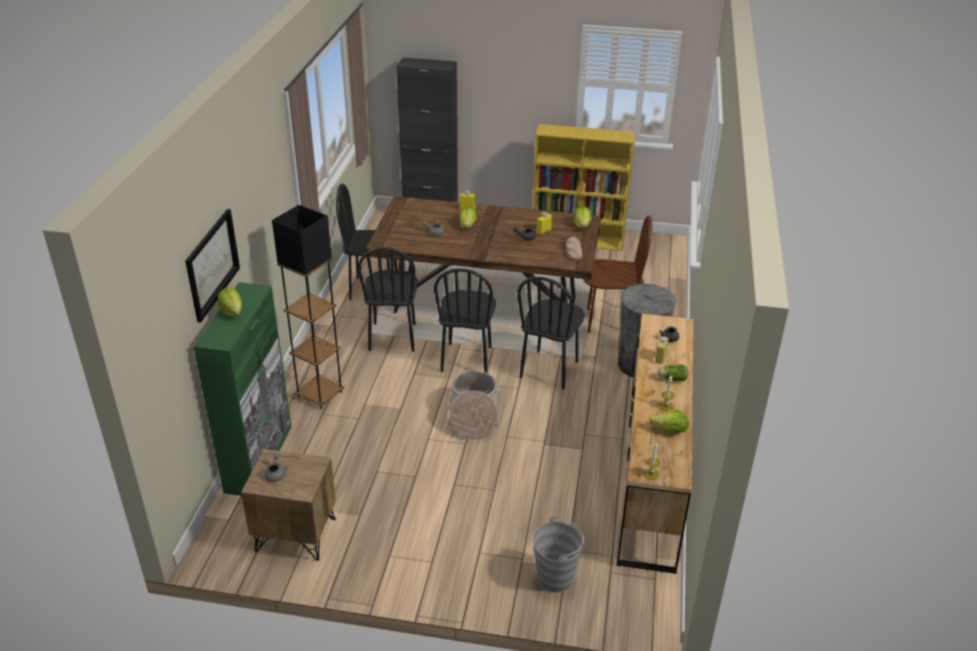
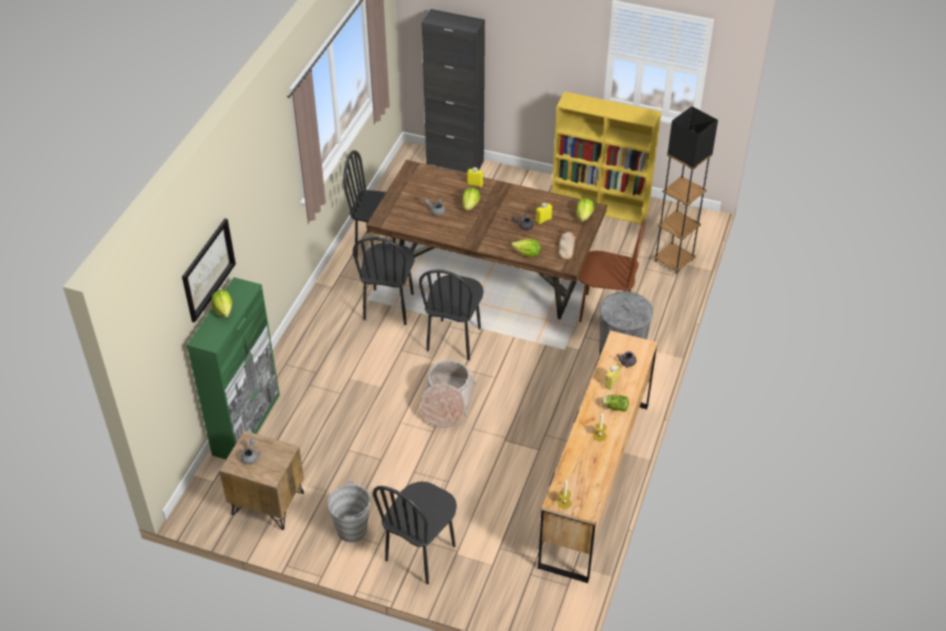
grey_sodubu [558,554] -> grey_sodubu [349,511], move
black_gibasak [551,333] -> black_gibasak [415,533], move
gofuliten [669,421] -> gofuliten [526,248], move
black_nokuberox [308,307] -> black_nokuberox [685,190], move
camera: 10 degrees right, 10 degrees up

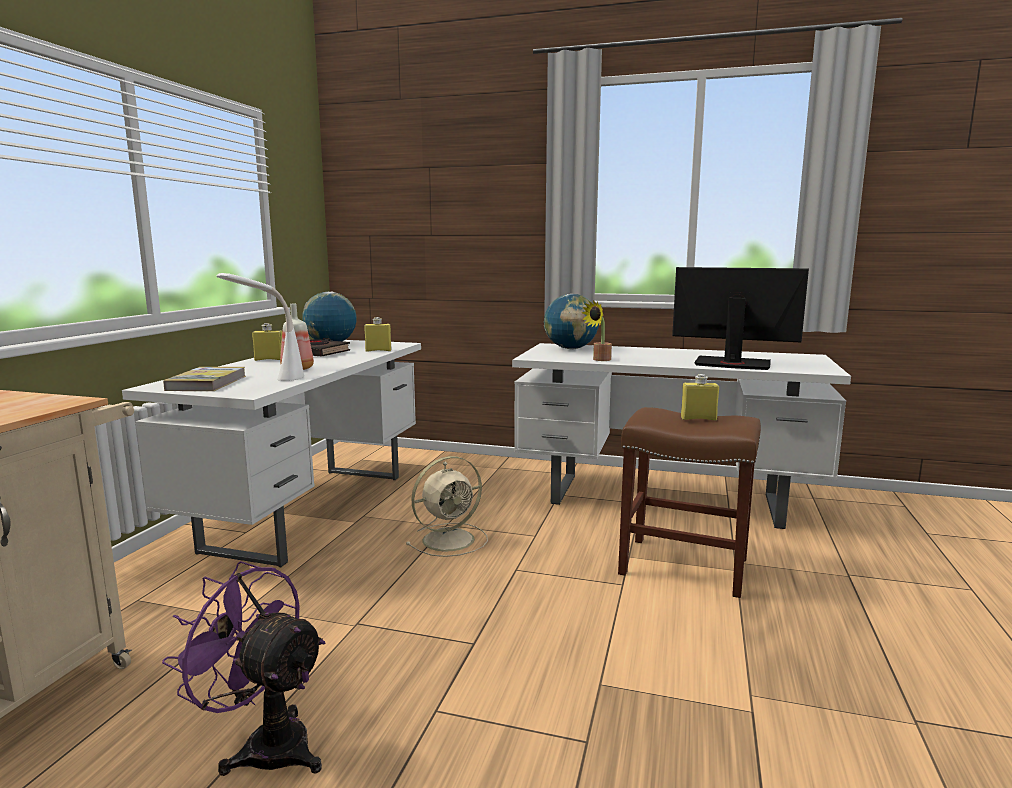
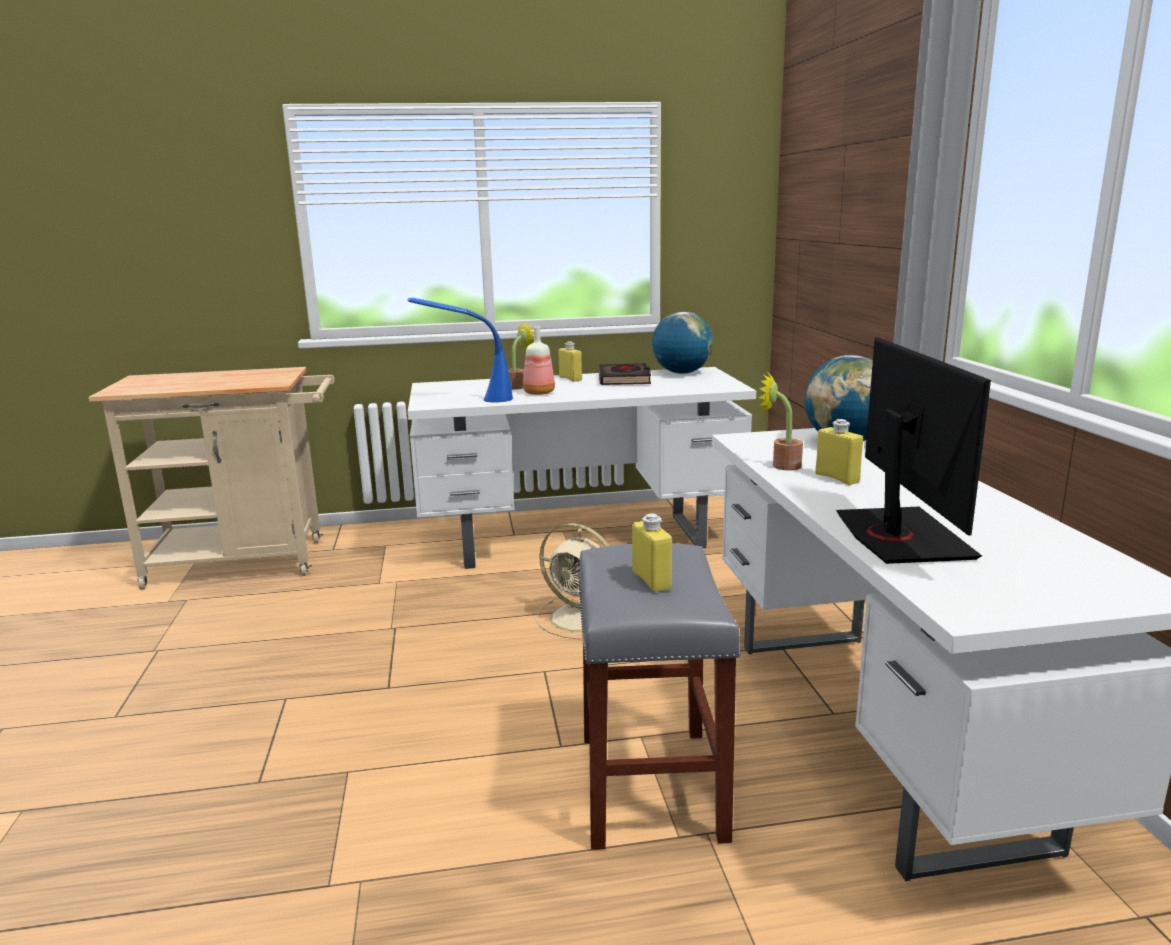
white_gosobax [260,327] -> blue_gosobax [460,350]
none -> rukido [521,355]
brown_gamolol [689,502] -> grey_gamolol [659,696]
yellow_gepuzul [377,334] -> yellow_gepuzul [839,452], move
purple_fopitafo [244,668] -> none
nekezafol [204,379] -> none
camera: 65 degrees right, 5 degrees up

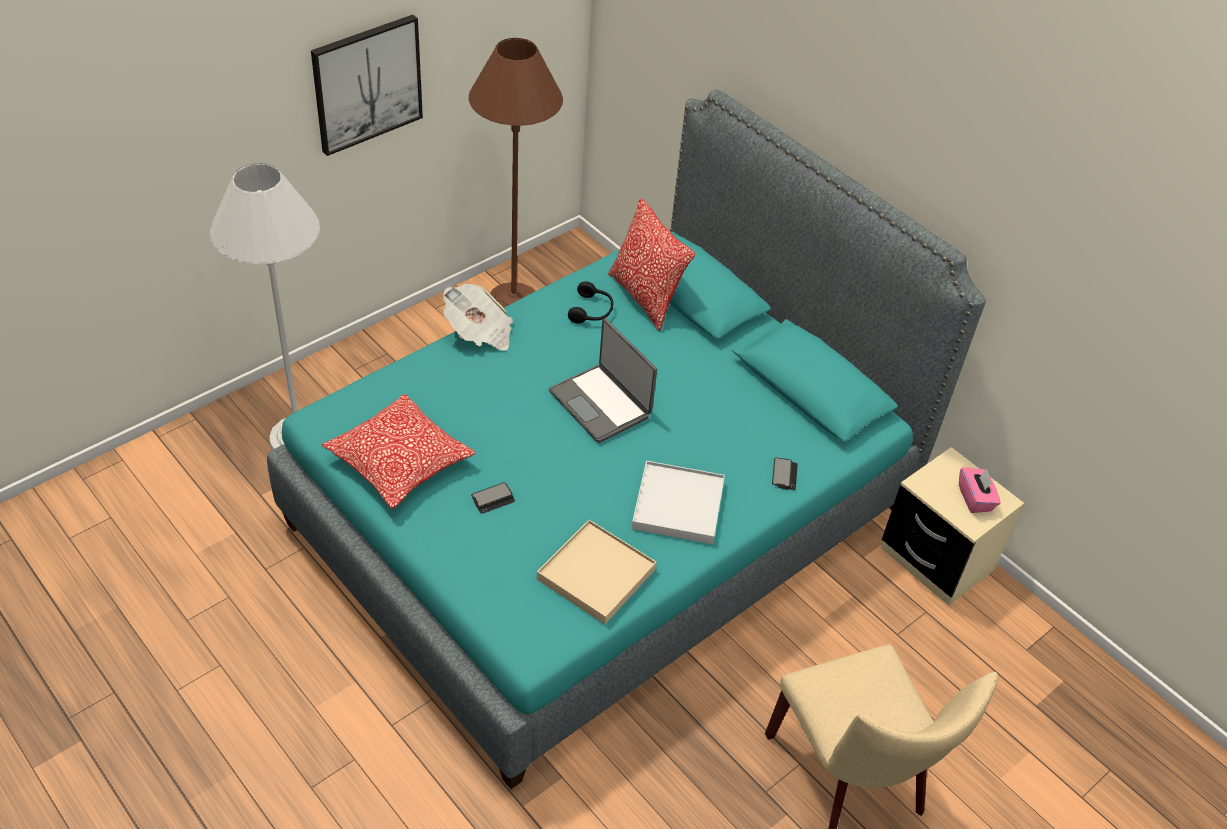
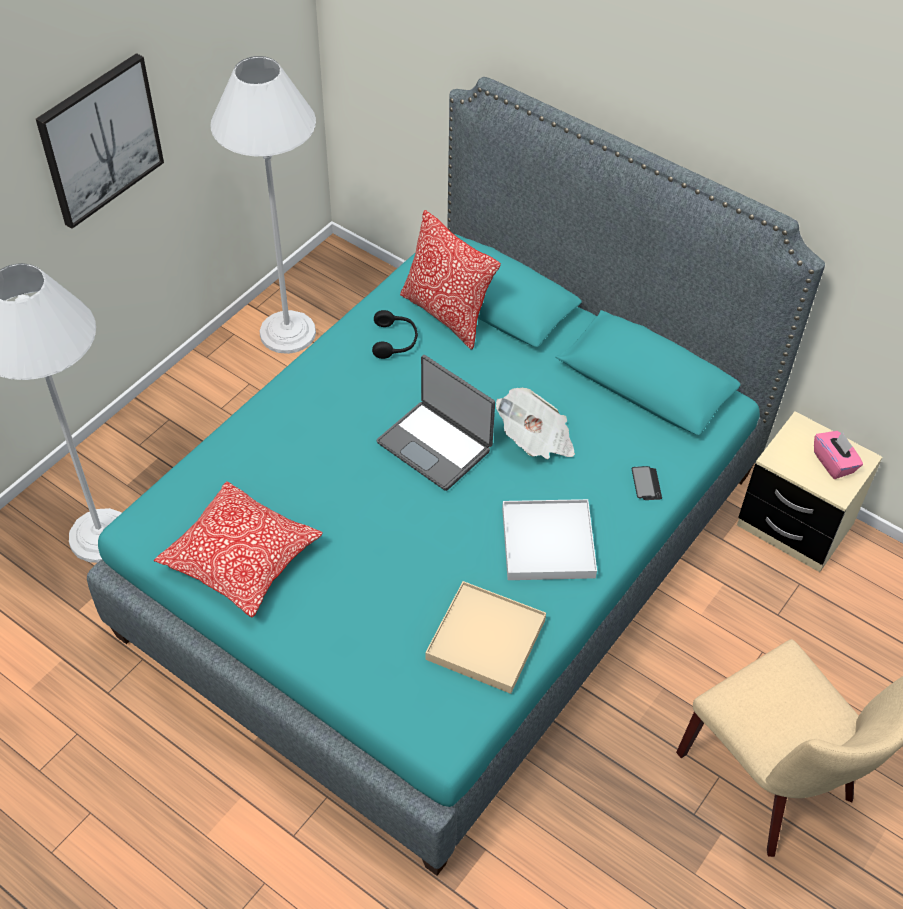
brown_nokuberox [515,173] -> white_nokuberox [263,205]
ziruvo [478,317] -> ziruvo [535,423], move
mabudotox [493,498] -> none
camera: 10 degrees left, 5 degrees up

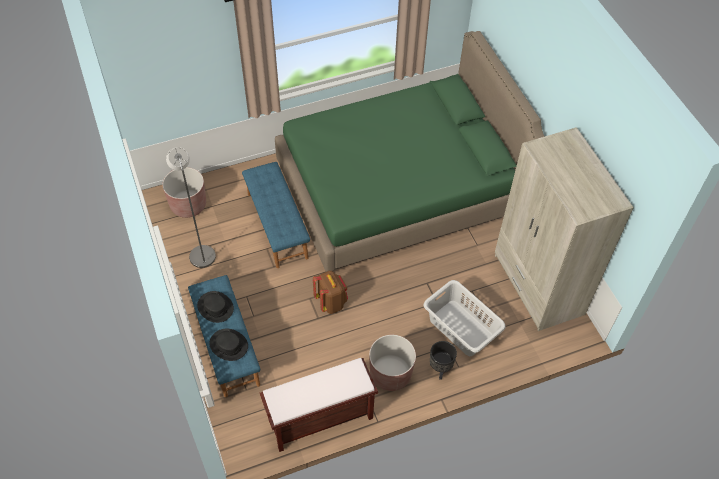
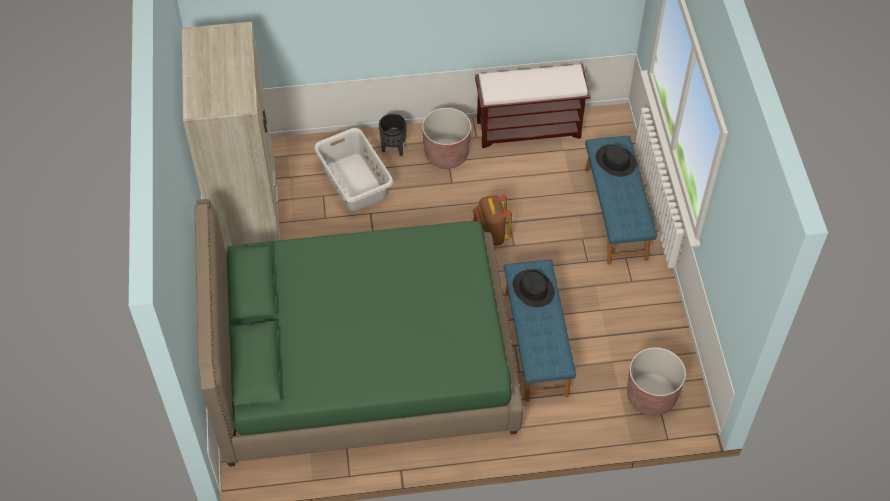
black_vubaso [215,307] -> black_vubaso [533,288], move
grey_nokuberox [191,207] -> none
camera: 165 degrees left, 0 degrees up

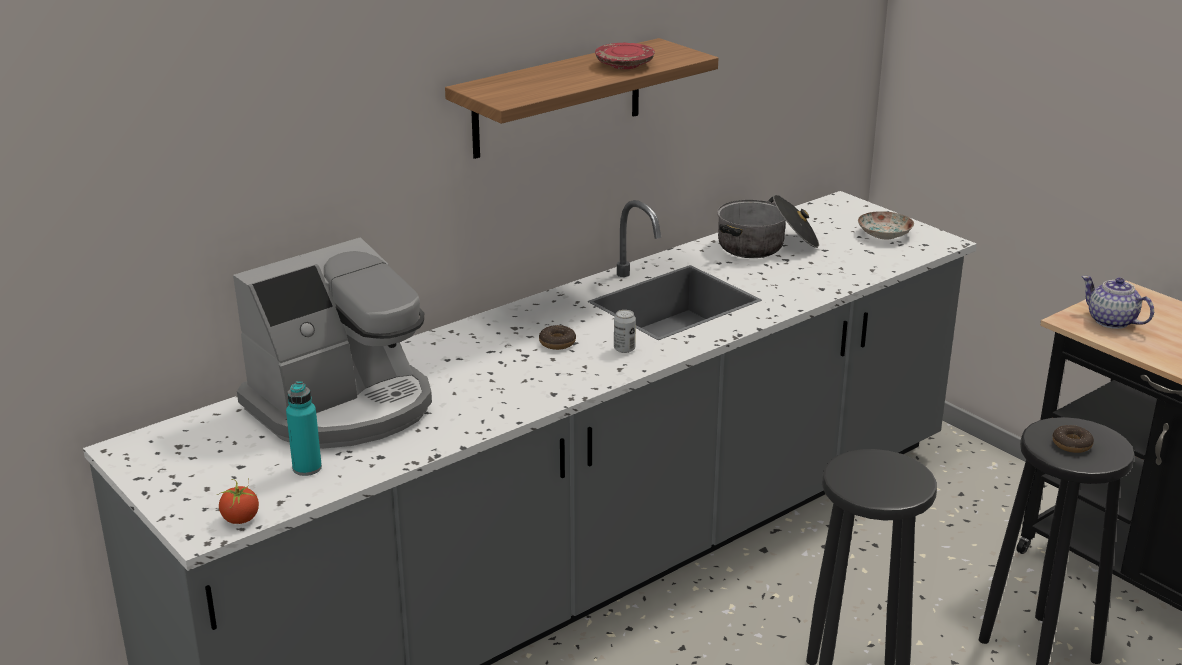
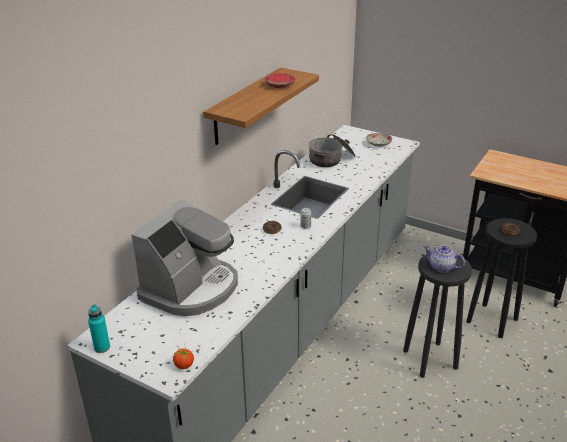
turquoise_gepuzul [304,428] -> turquoise_gepuzul [99,328], move
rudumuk [1118,302] -> rudumuk [444,259], move
camera: 20 degrees left, 5 degrees up

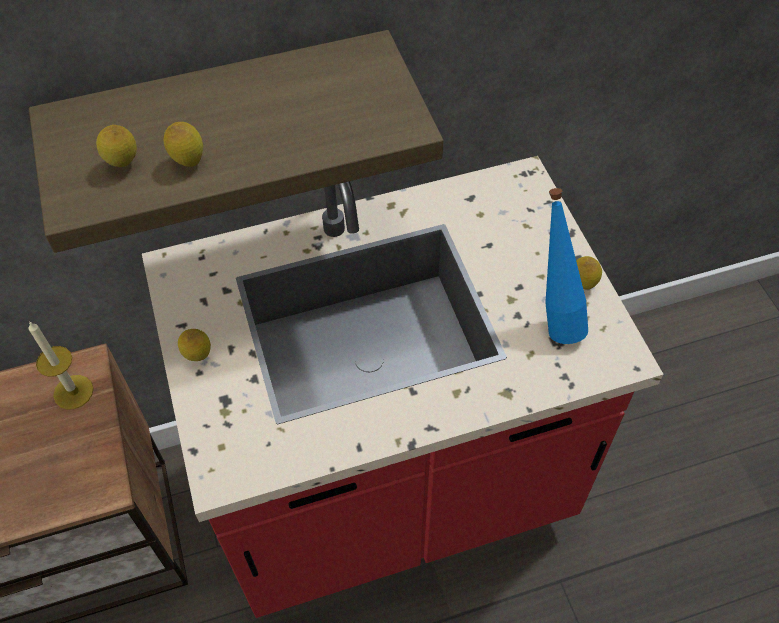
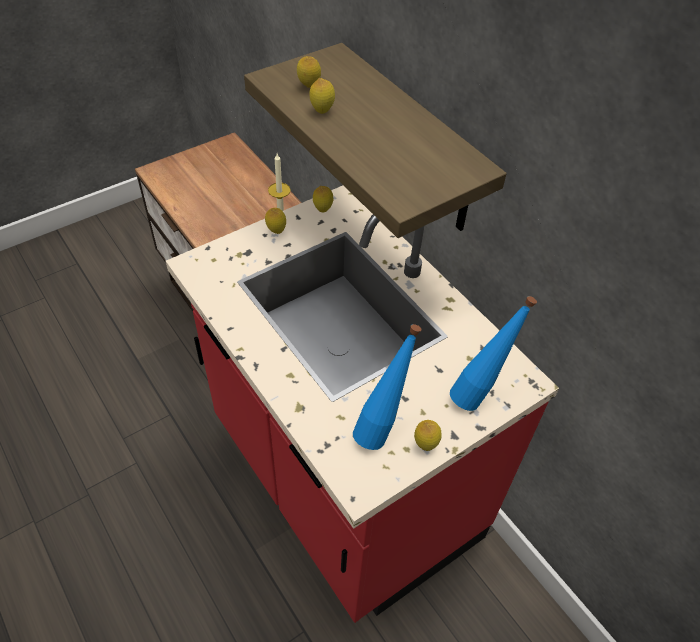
none -> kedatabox [323,199]
none -> blue_gepuzul [493,353]
camera: 70 degrees right, 5 degrees down

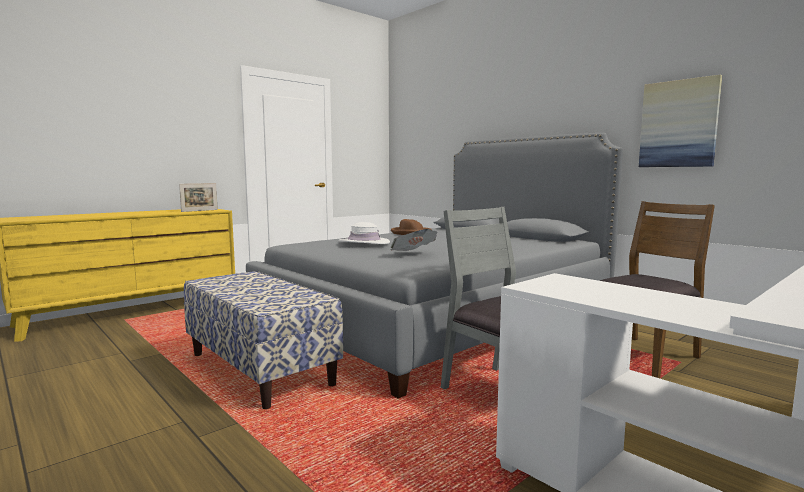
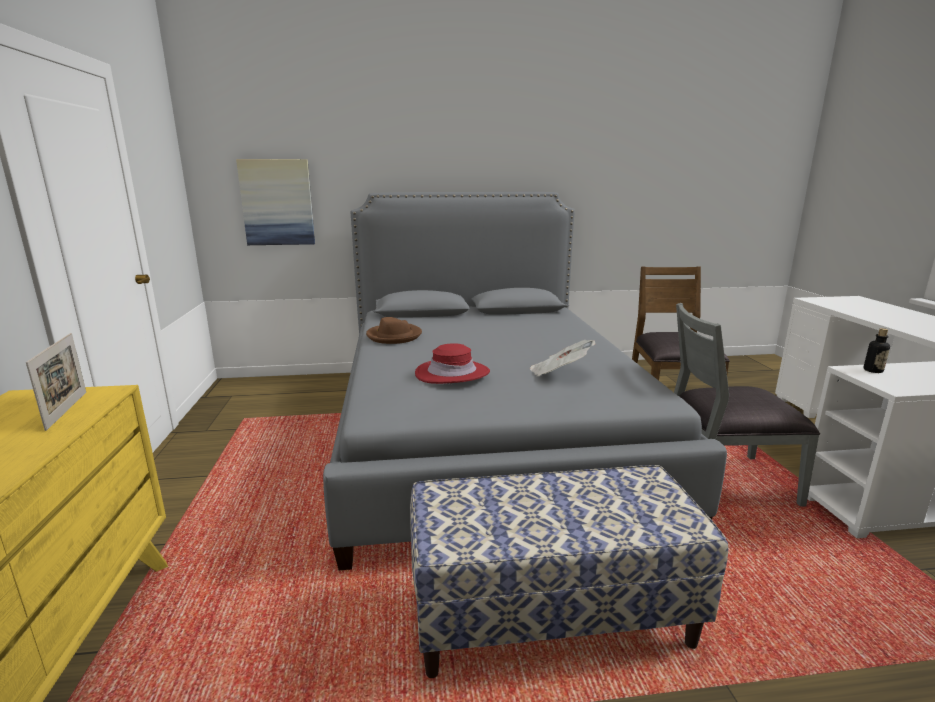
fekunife [680,121] -> fekunife [275,202], move
white_vubaso [364,233] -> red_vubaso [452,363]
none -> gepuzul [876,350]
camera: 55 degrees left, 10 degrees up

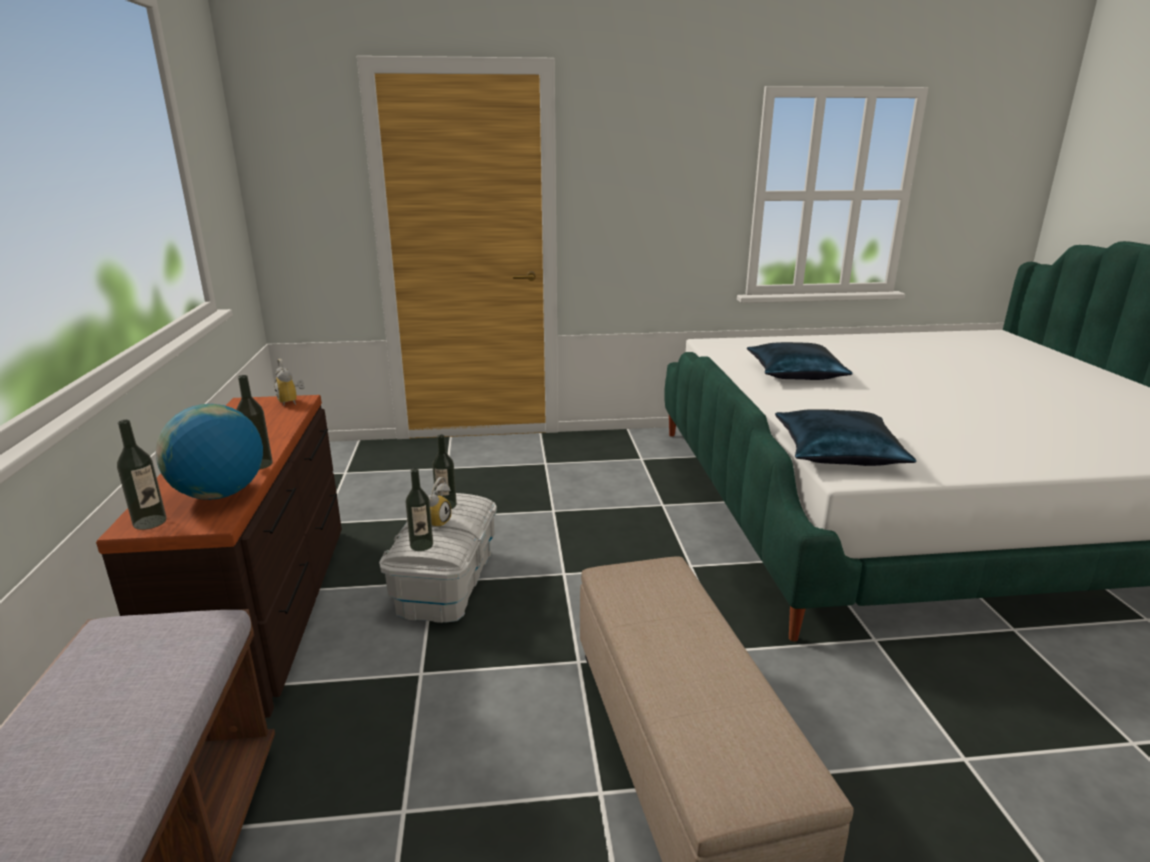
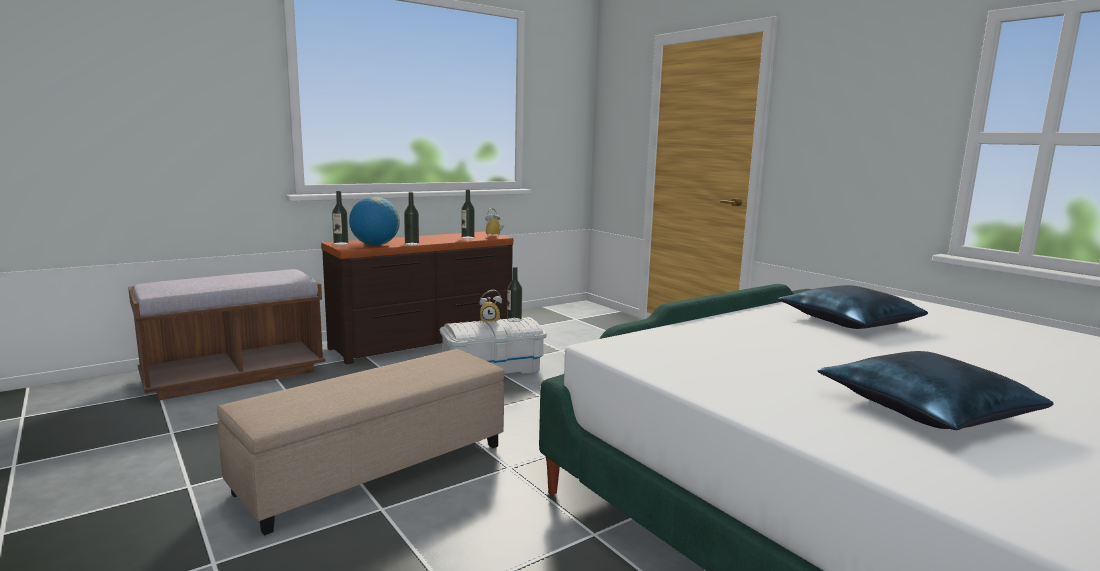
gepuzul [419,509] -> gepuzul [468,214], move
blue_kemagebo [845,437] -> blue_kemagebo [936,390], move
camera: 60 degrees right, 10 degrees down

